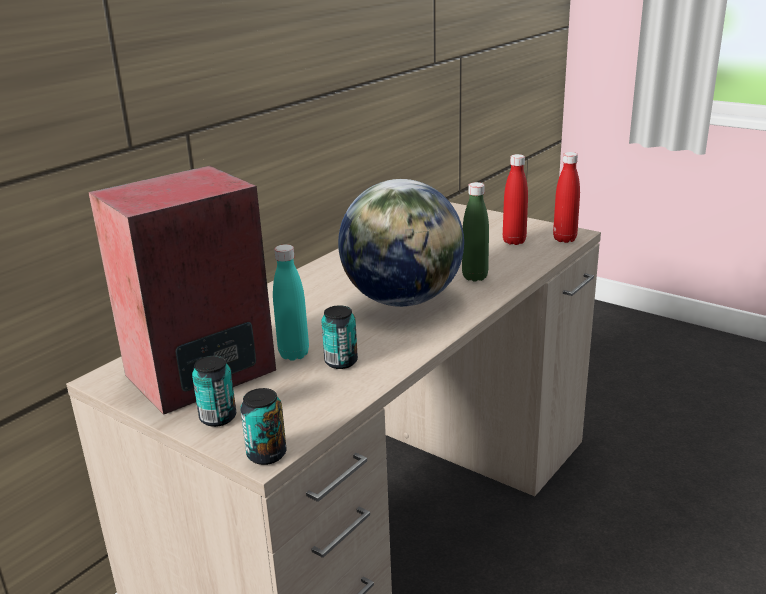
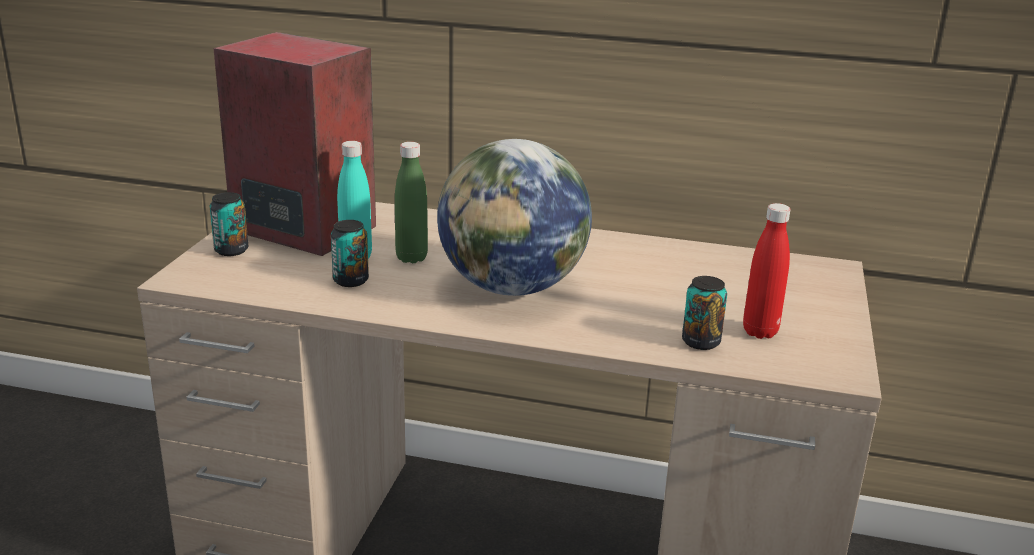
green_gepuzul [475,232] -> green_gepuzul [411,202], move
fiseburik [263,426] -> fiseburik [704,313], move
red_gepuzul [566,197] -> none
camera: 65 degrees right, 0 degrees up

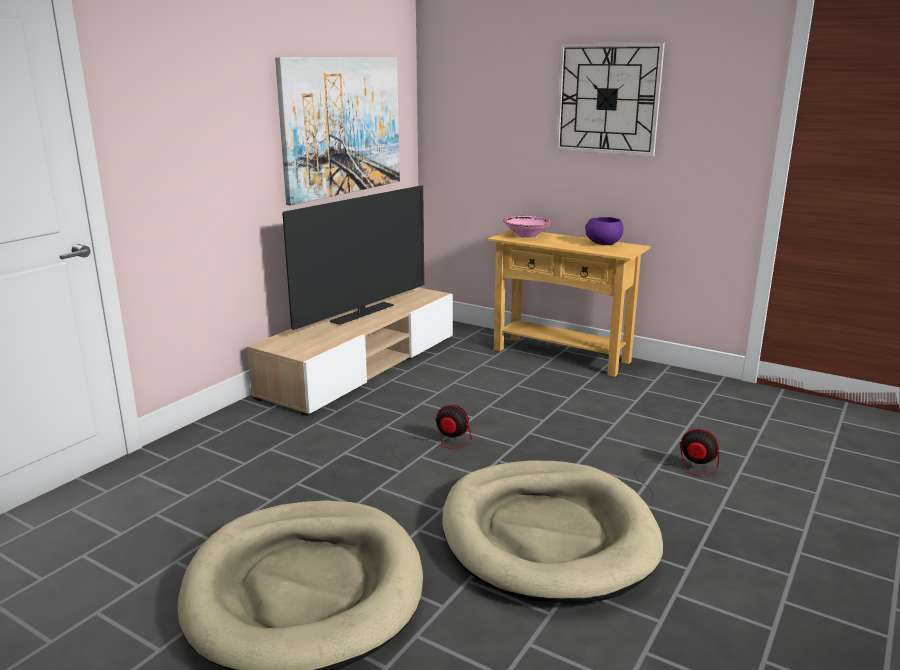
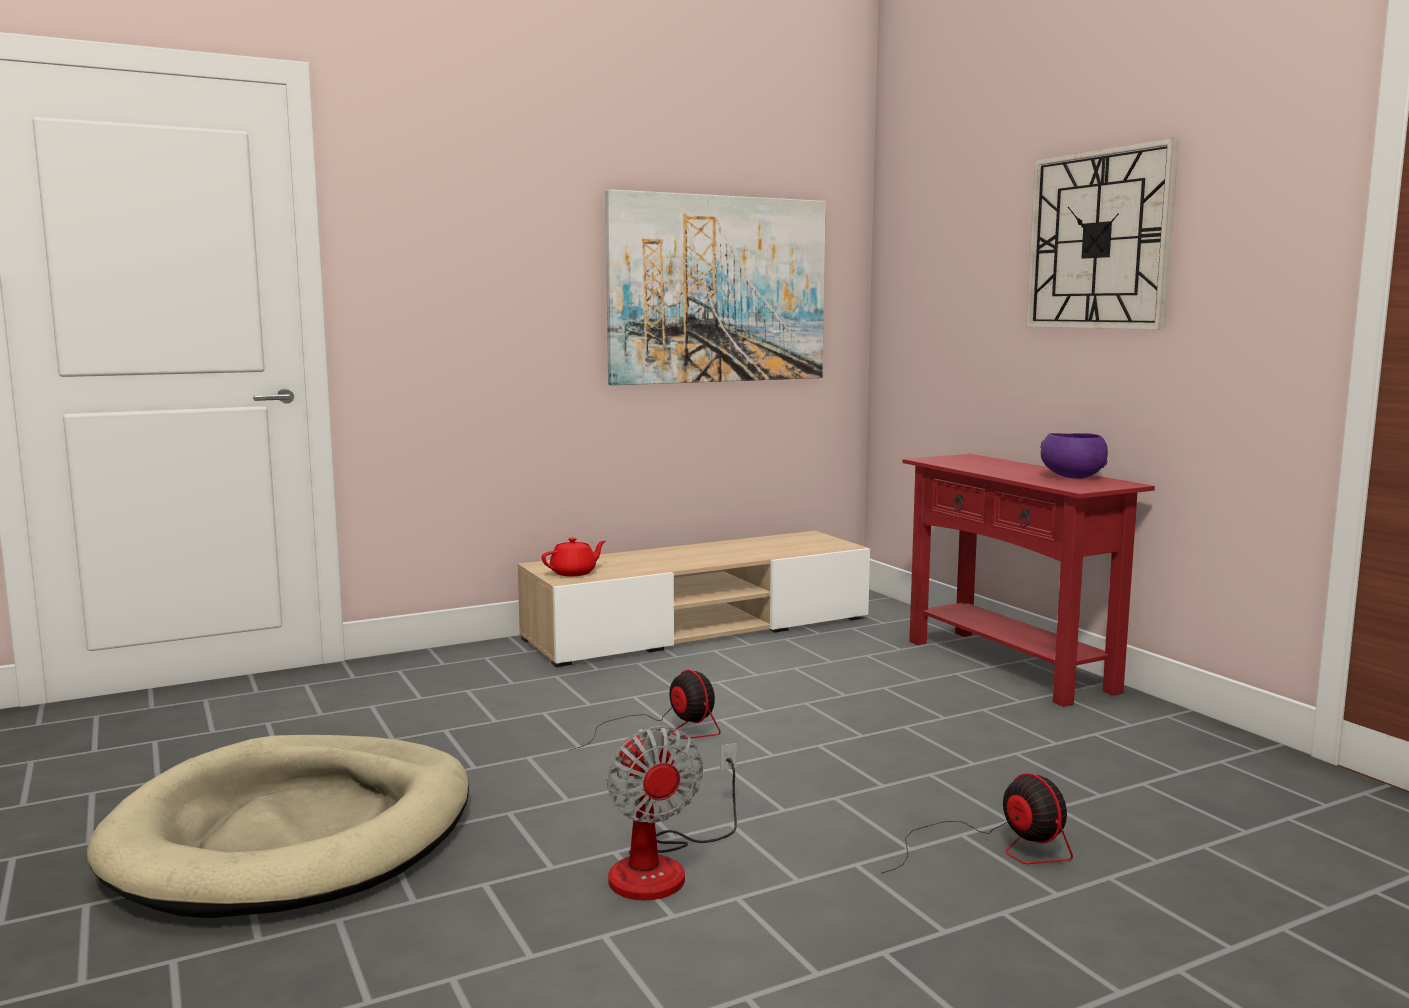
none -> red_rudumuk [574,557]
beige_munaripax [552,532] -> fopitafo [672,813]
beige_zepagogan [569,303] -> red_zepagogan [1029,580]
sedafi [353,257] -> none
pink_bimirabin [527,227] -> none
camera: 30 degrees right, 10 degrees down

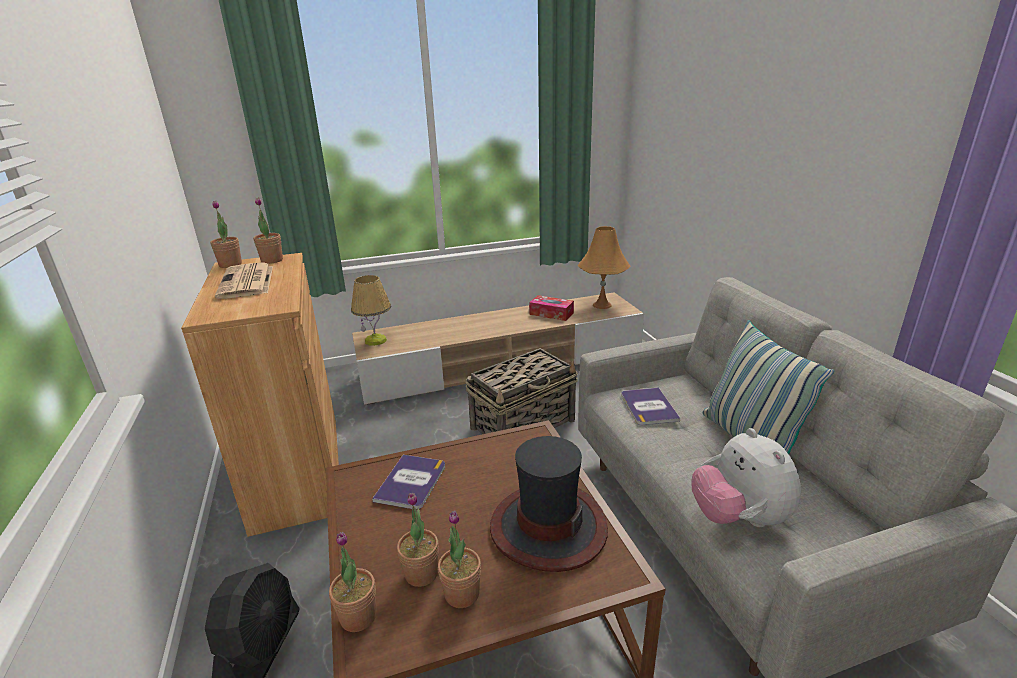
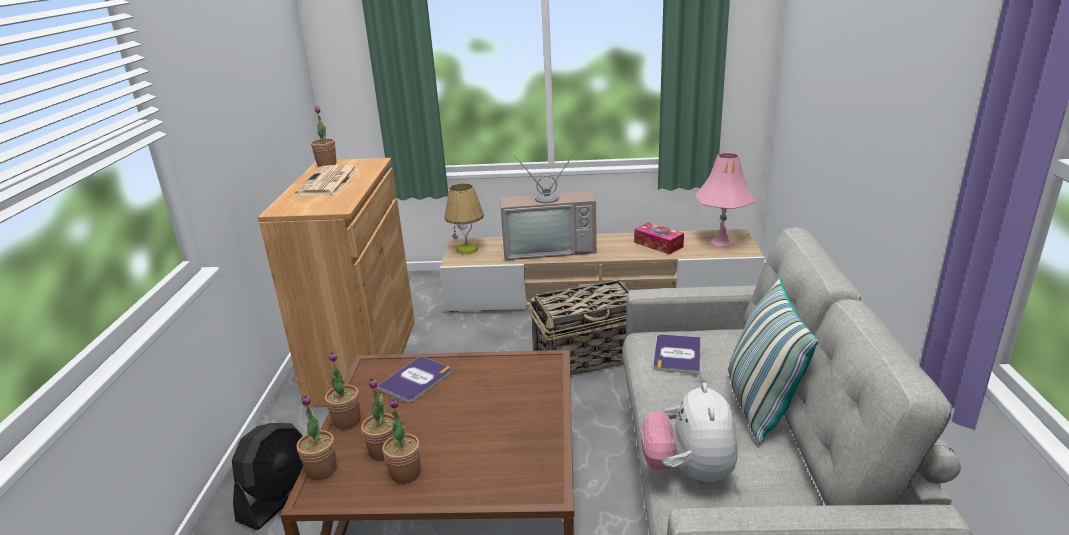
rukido [268,230] -> rukido [343,390], move
none -> sedafi [548,205]
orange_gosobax [604,267] -> pink_gosobax [726,199]
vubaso [549,504] -> none
camera: 20 degrees right, 0 degrees up

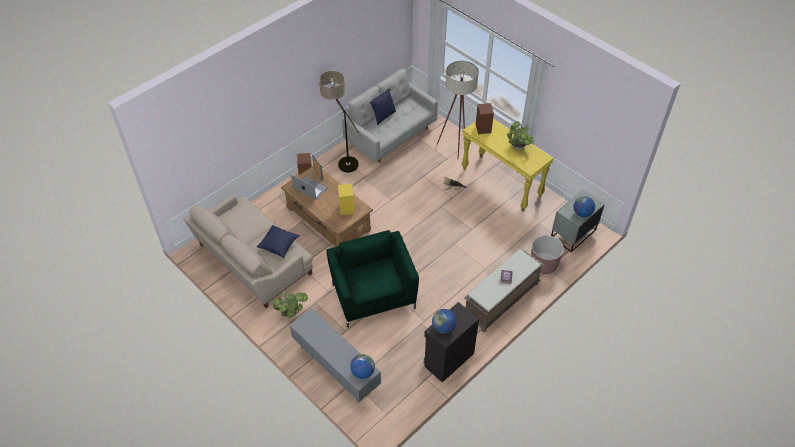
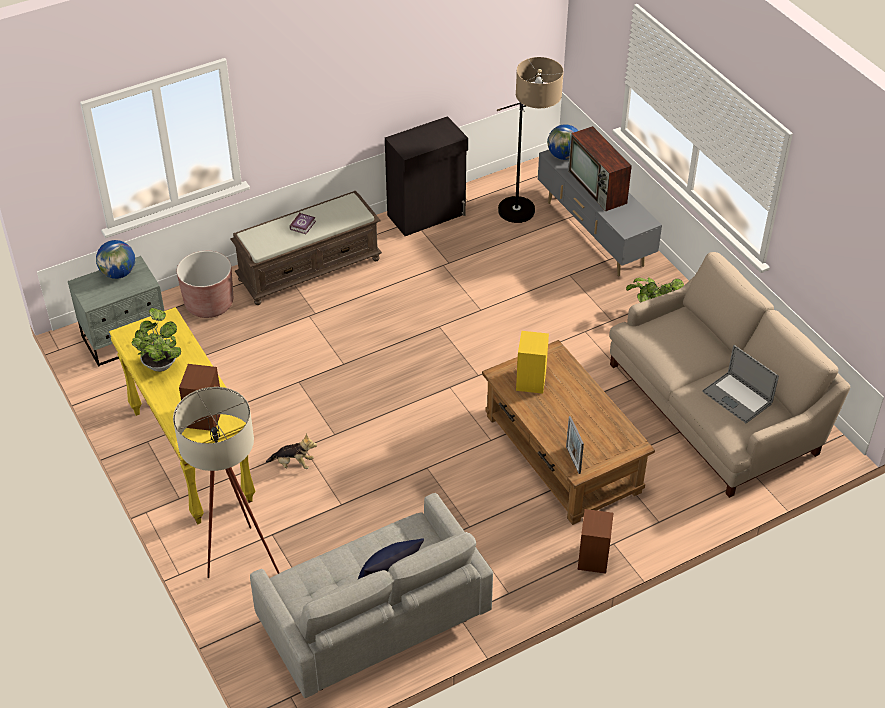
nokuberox [341,121] -> nokuberox [530,140], move
none -> sedafi [600,168]
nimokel [309,187] -> nimokel [741,384], move
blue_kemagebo [278,241] -> none
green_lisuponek [372,279] -> none
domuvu [444,321] -> none
camera: 165 degrees left, 5 degrees down

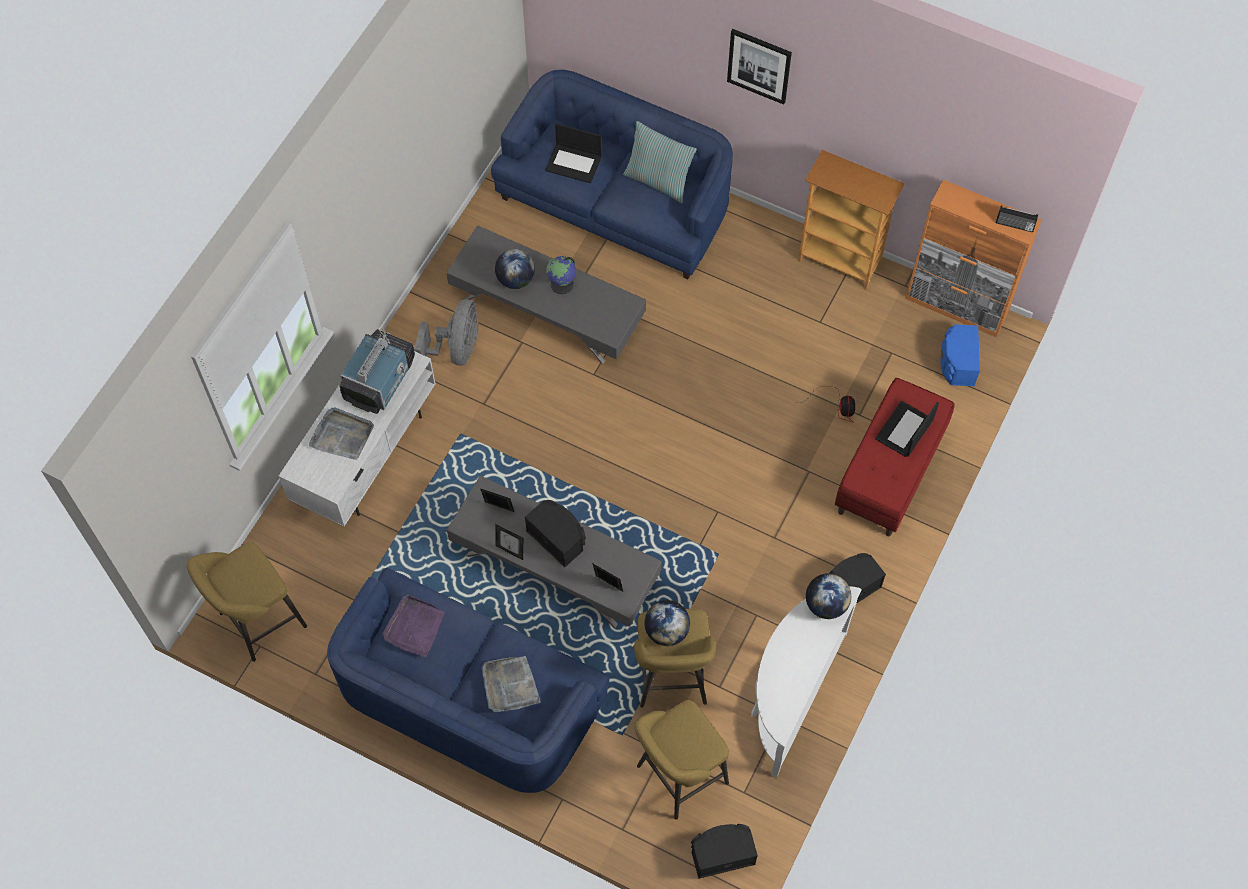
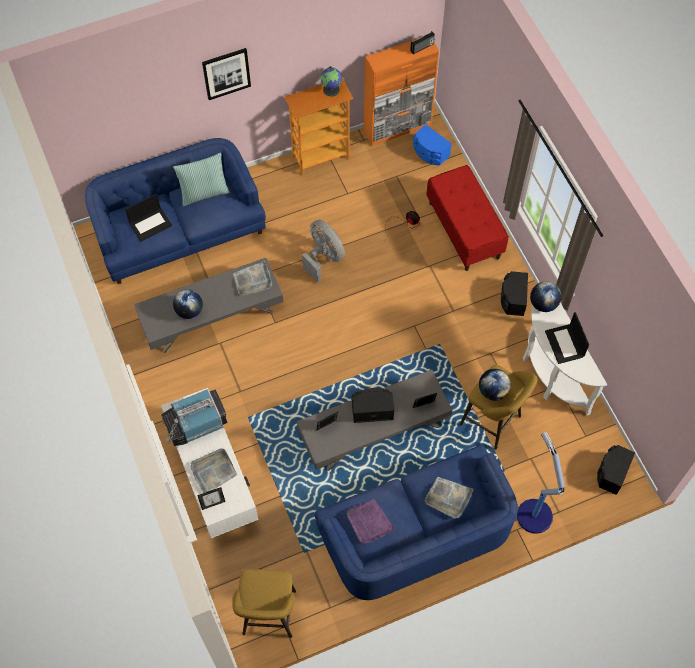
sedafi [377,371] -> sedafi [194,417], 90 degrees counterclockwise
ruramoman [510,542] -> ruramoman [211,498], move
none -> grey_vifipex [252,278]
grey_fopitafo [446,332] -> grey_fopitafo [323,251], move
domuvu [561,275] -> domuvu [331,81], move
none -> nokuberox [541,483]
nimokel [907,429] -> nimokel [567,338], move
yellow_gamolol [681,760] -> none
camera: 50 degrees left, 0 degrees up

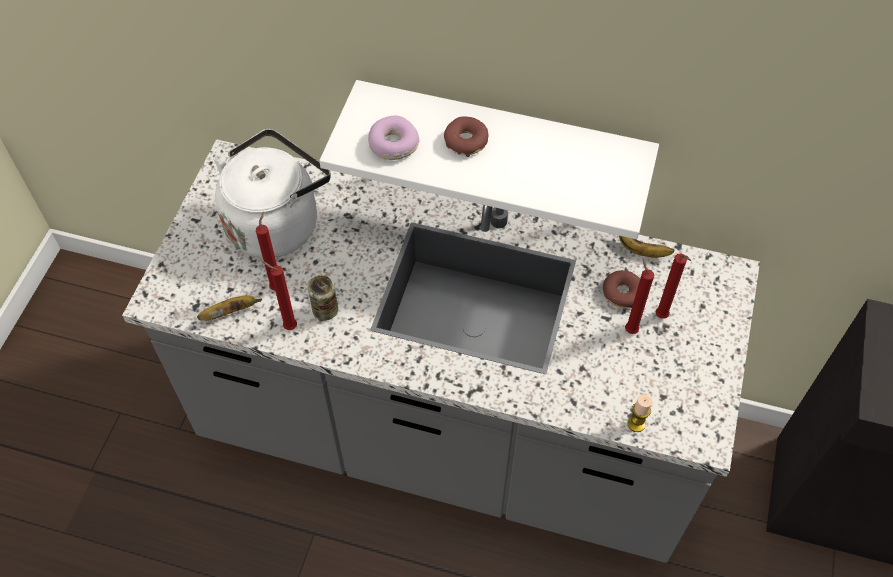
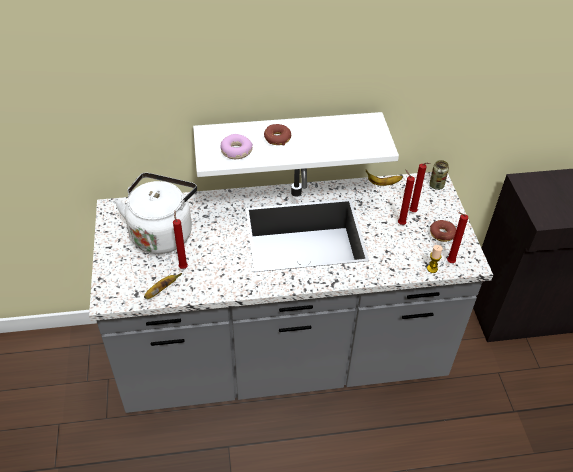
fiseburik [323,298] -> fiseburik [439,175], move
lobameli [621,289] -> lobameli [443,231], move
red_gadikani [279,295] -> red_gadikani [457,237], move
camera: 25 degrees left, 10 degrees down

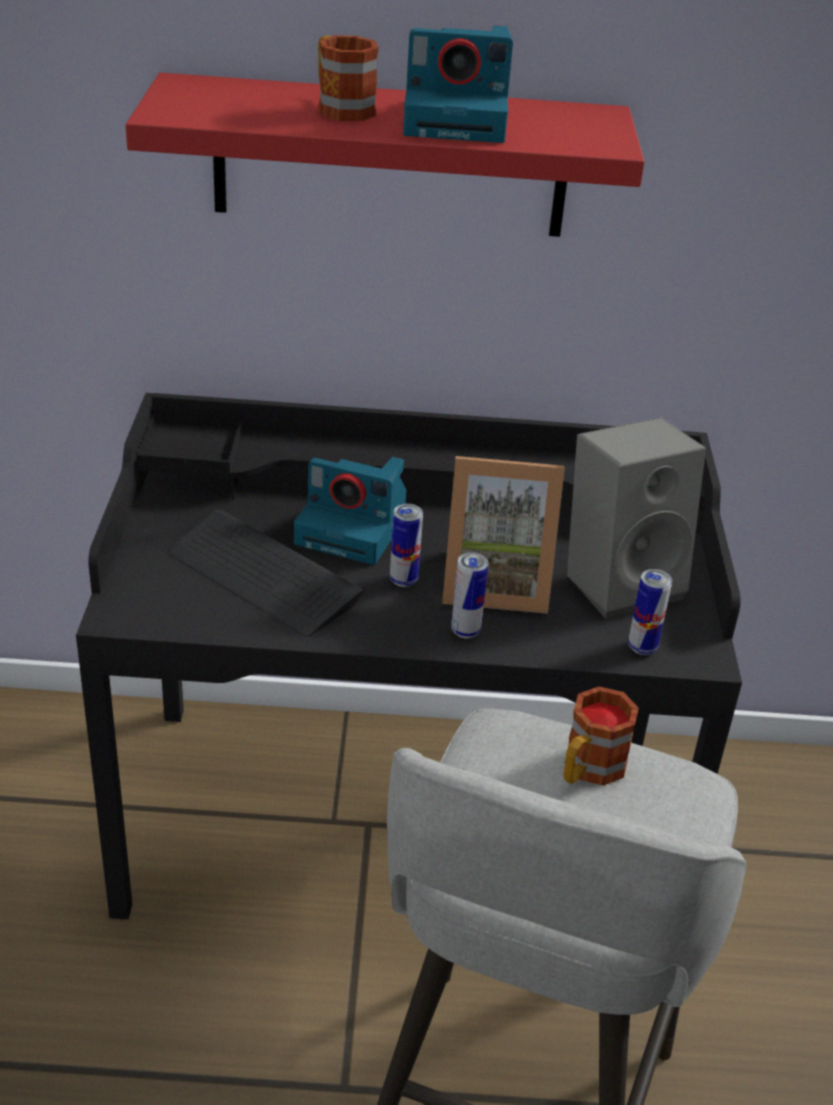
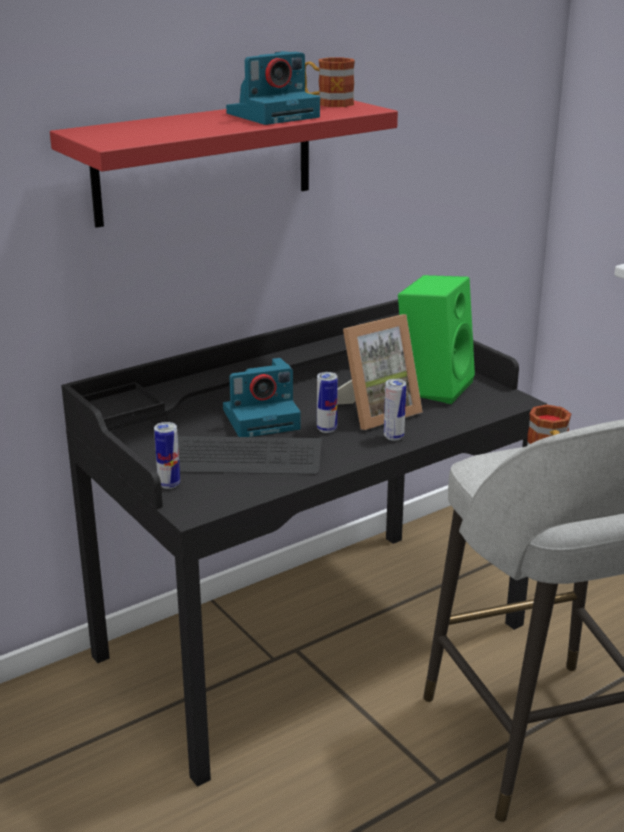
fiseburik [650,612] -> fiseburik [167,455], move
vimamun [348,78] -> vimamun [330,82], move
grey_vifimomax [636,518] -> green_vifimomax [436,339]
camera: 35 degrees left, 10 degrees down

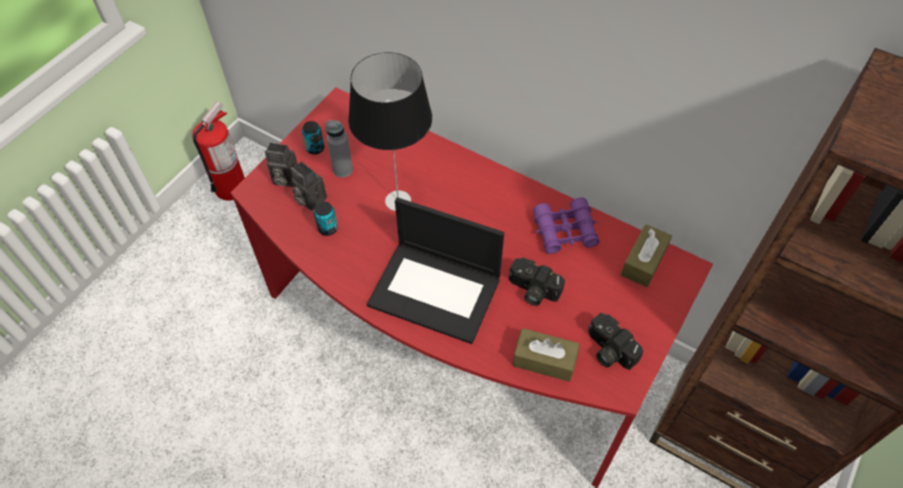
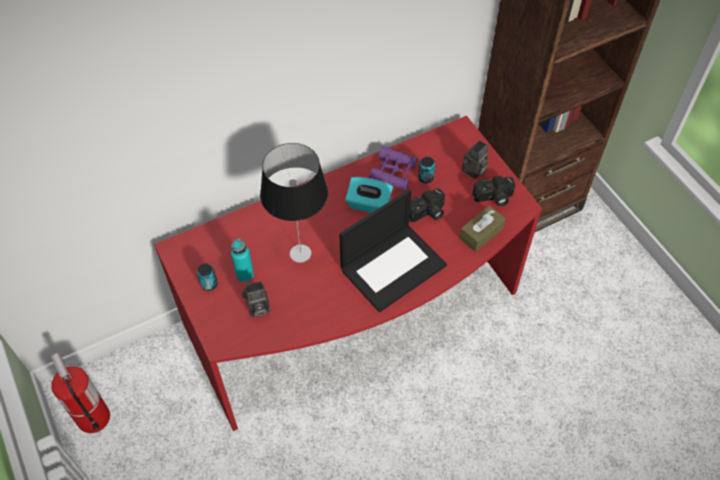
grey_gepuzul [339,148] -> turquoise_gepuzul [242,260]
none -> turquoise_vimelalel [369,195]
fiseburik [326,219] -> fiseburik [426,170], move
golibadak [281,165] -> golibadak [475,159], move
brown_vimelalel [646,255] -> none
camera: 60 degrees left, 0 degrees up

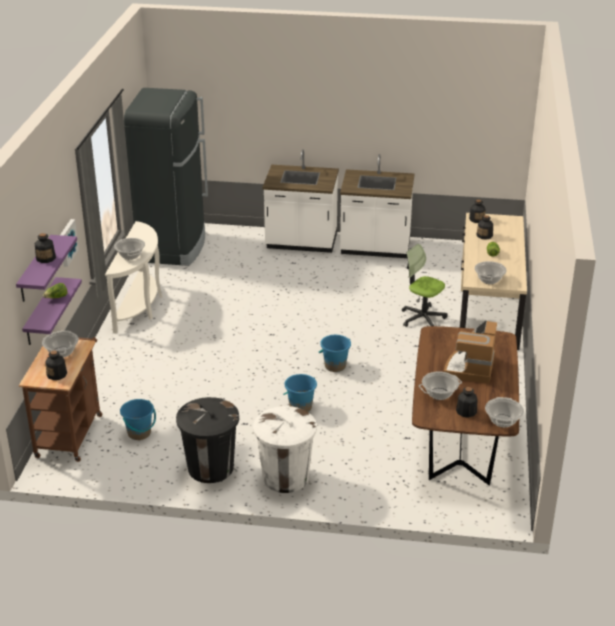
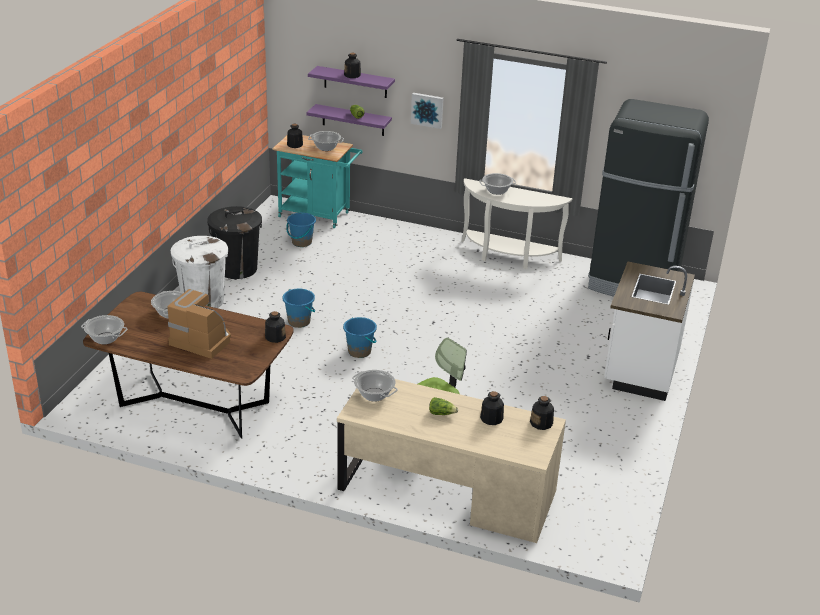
gepuzul [466,402] -> gepuzul [275,327], move
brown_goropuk [60,399] -> turquoise_goropuk [317,181]
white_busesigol [377,206] -> none
camera: 100 degrees right, 0 degrees up

